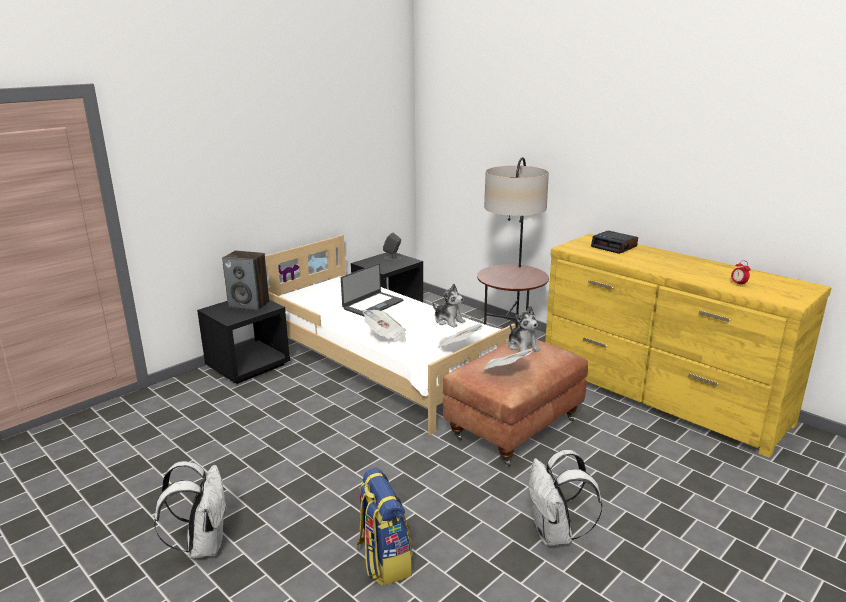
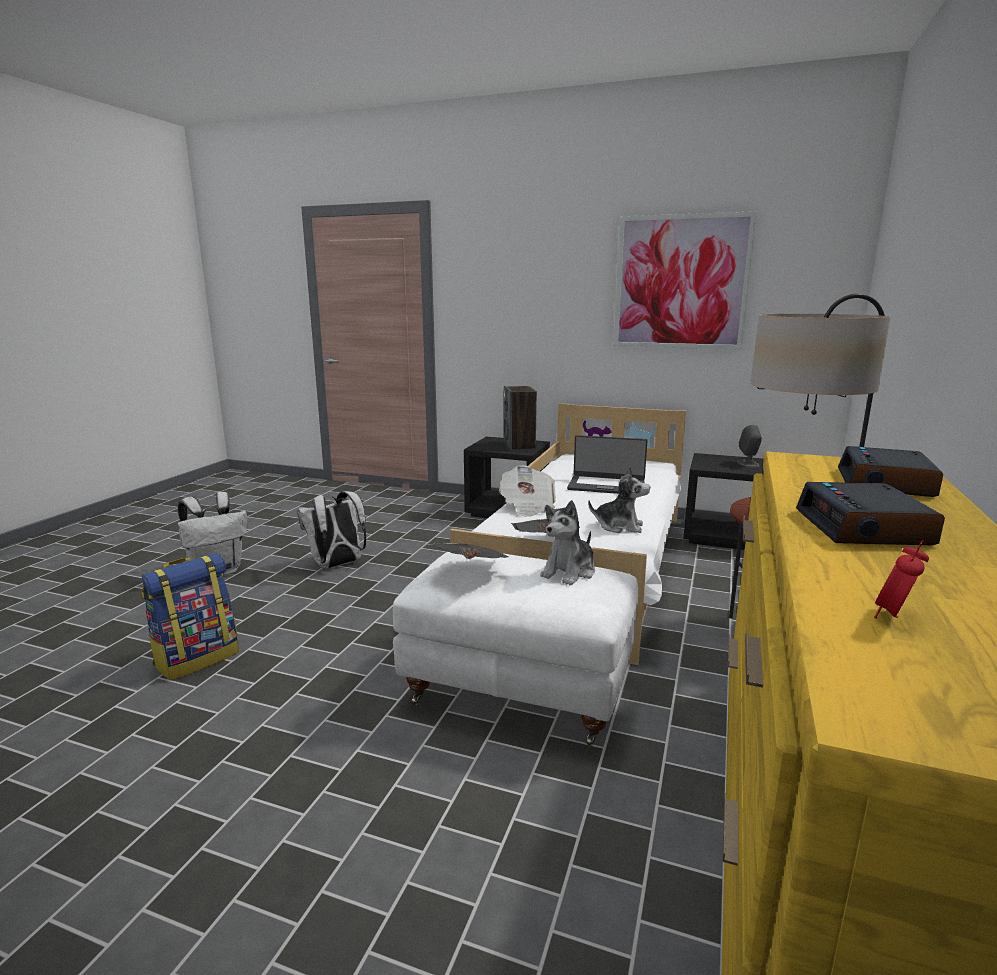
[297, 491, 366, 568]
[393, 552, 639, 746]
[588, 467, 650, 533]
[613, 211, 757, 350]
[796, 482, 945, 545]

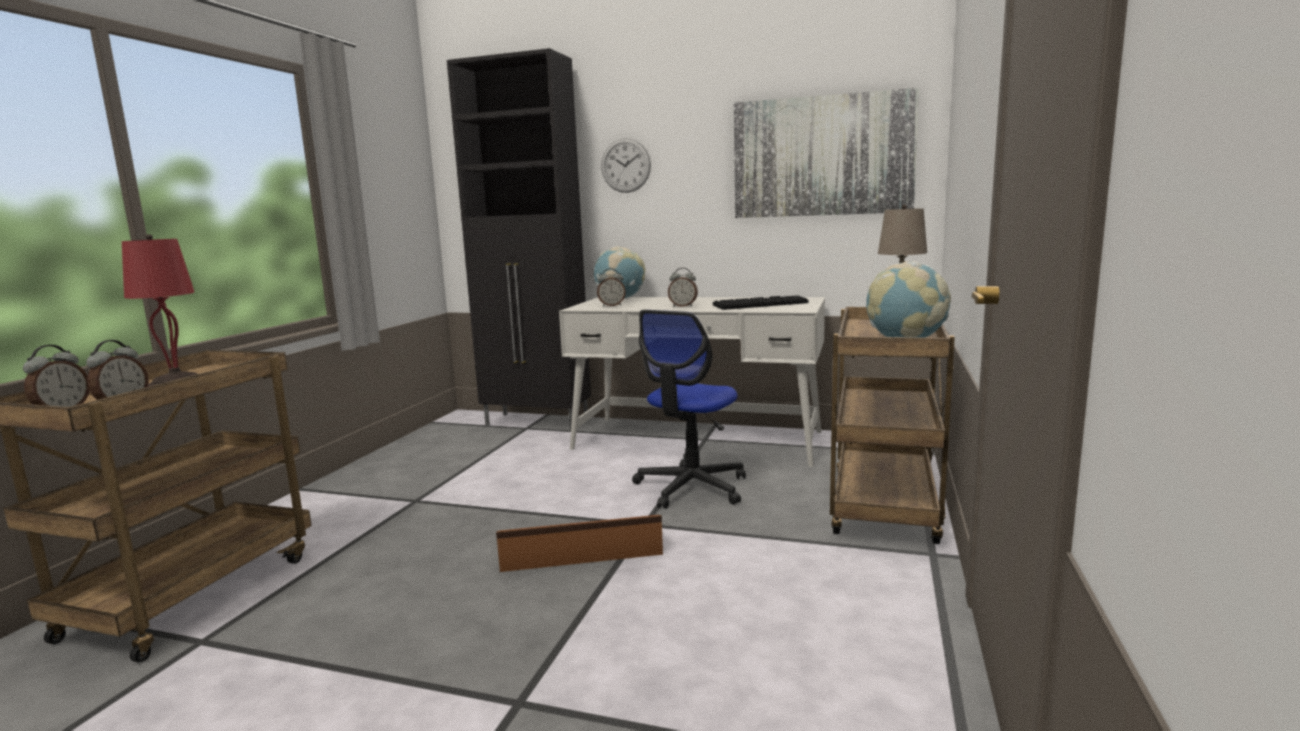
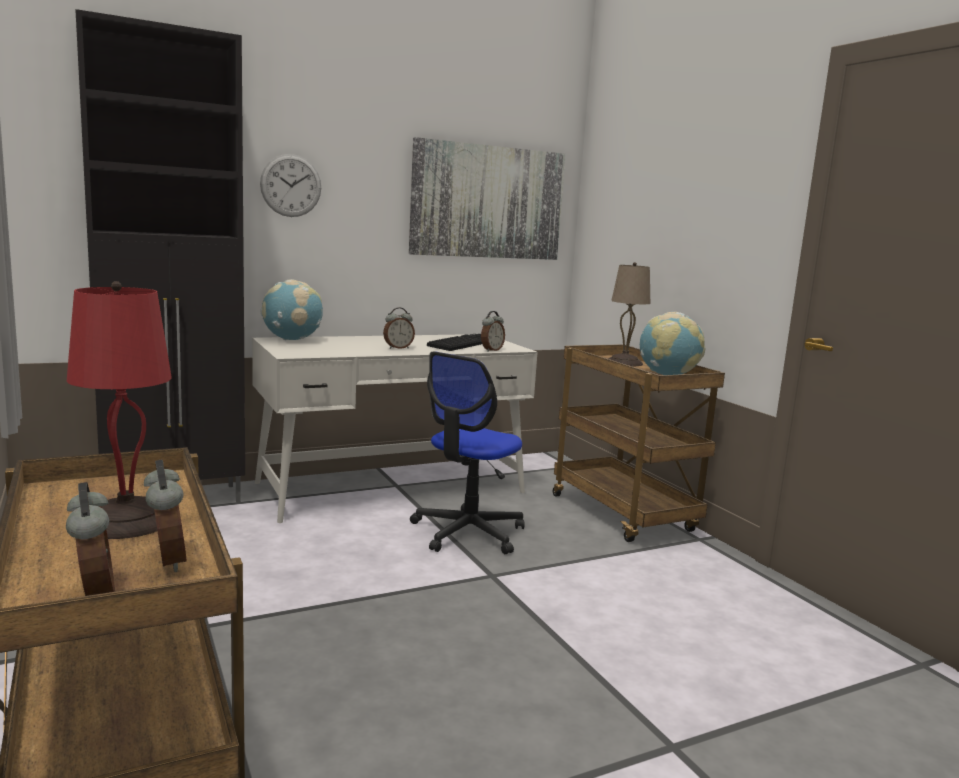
[410, 351, 525, 554]
[481, 311, 505, 352]
[496, 515, 663, 572] (first image)

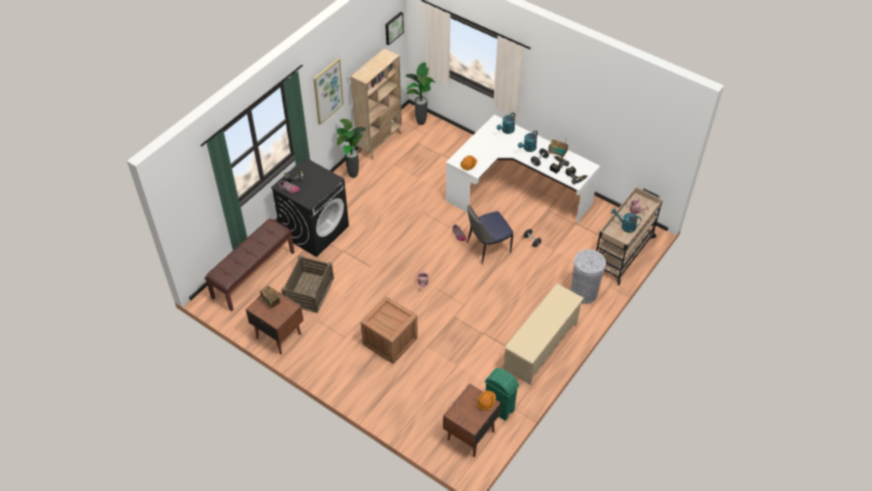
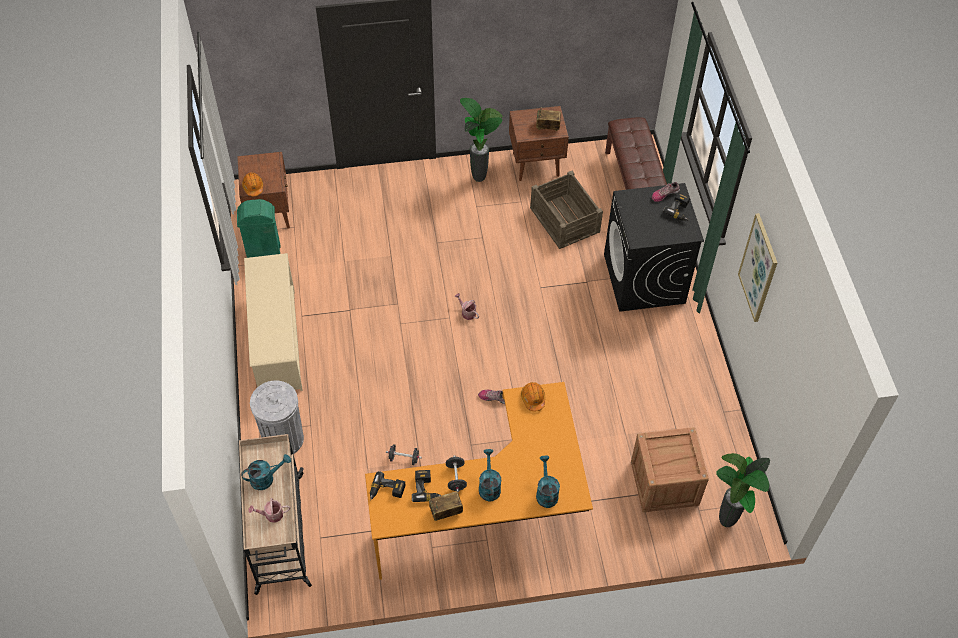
[365, 382, 593, 580]
[460, 98, 503, 182]
[631, 427, 709, 512]
[350, 48, 402, 160] (first image)
[385, 12, 404, 45] (first image)
[467, 204, 513, 264] (first image)

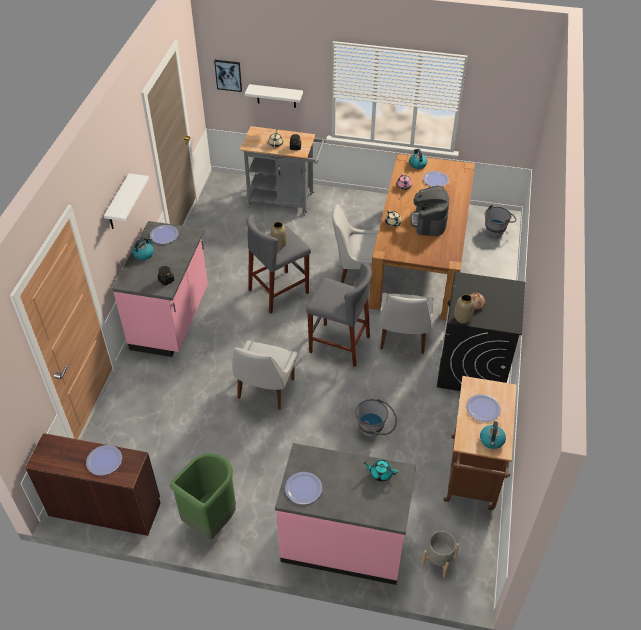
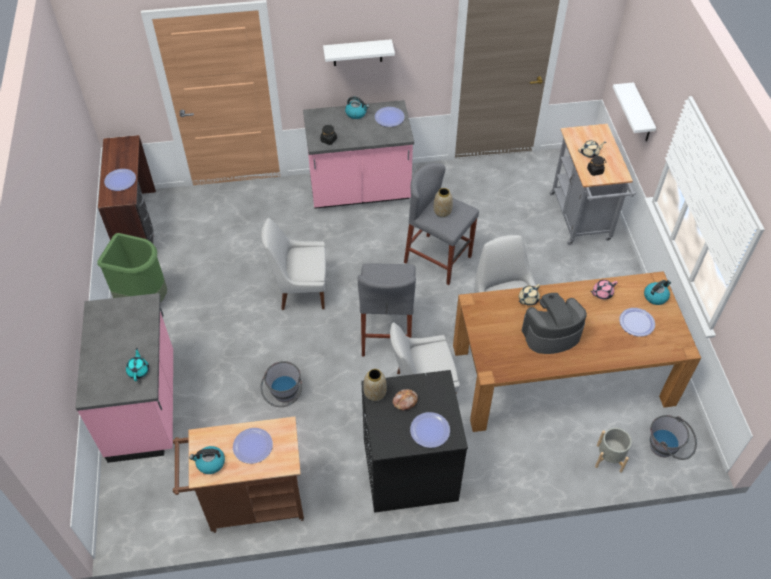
[410, 412, 450, 448]
[595, 428, 632, 473]
[214, 60, 242, 92] (first image)

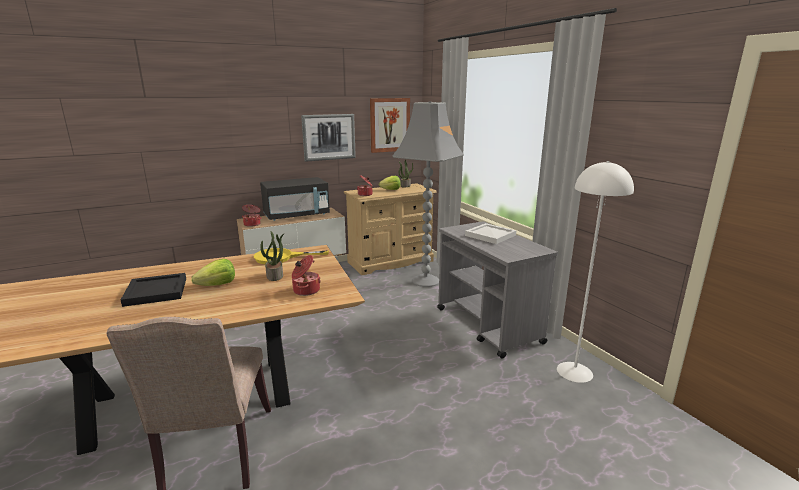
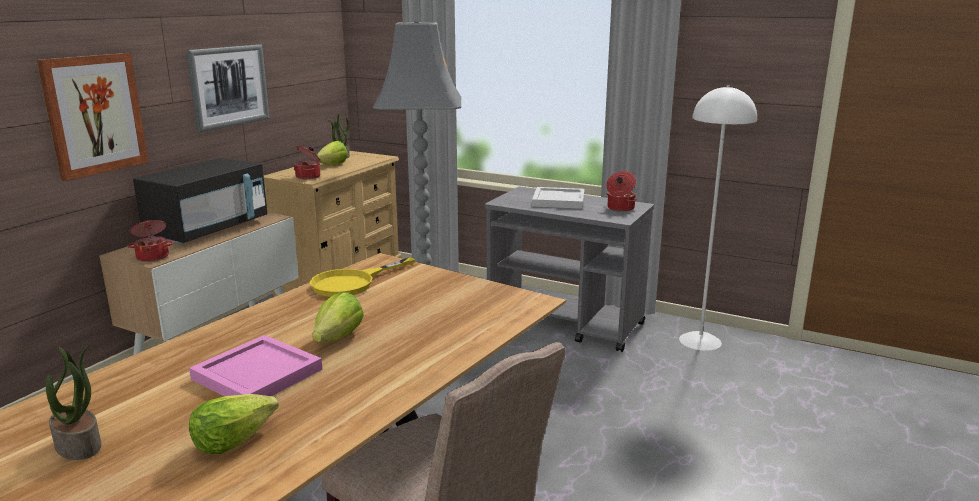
[37, 53, 148, 181]
[46, 344, 101, 460]
[189, 335, 322, 397]
[189, 394, 279, 454]
[606, 171, 637, 212]

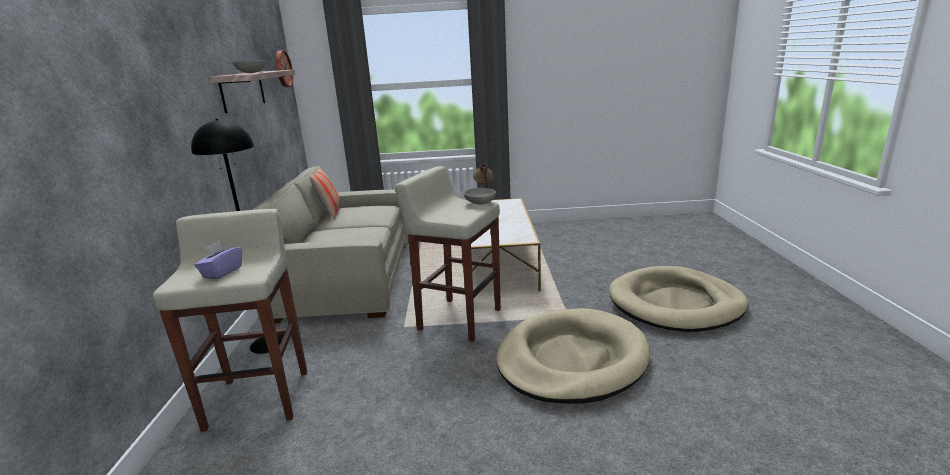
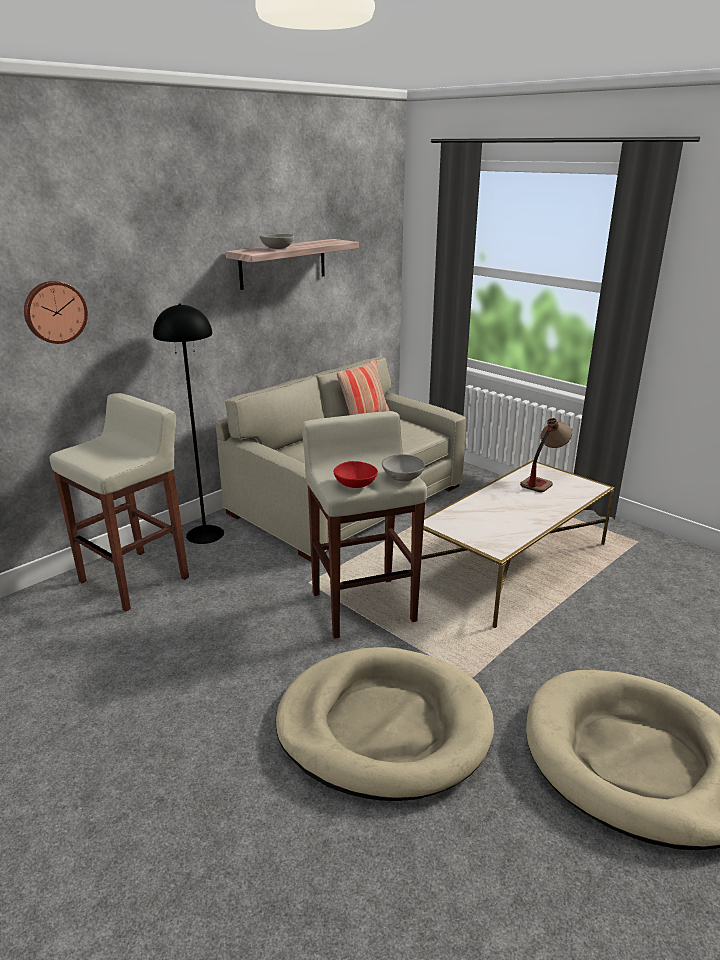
[24, 281, 88, 344]
[334, 461, 378, 488]
[194, 241, 242, 279] (first image)

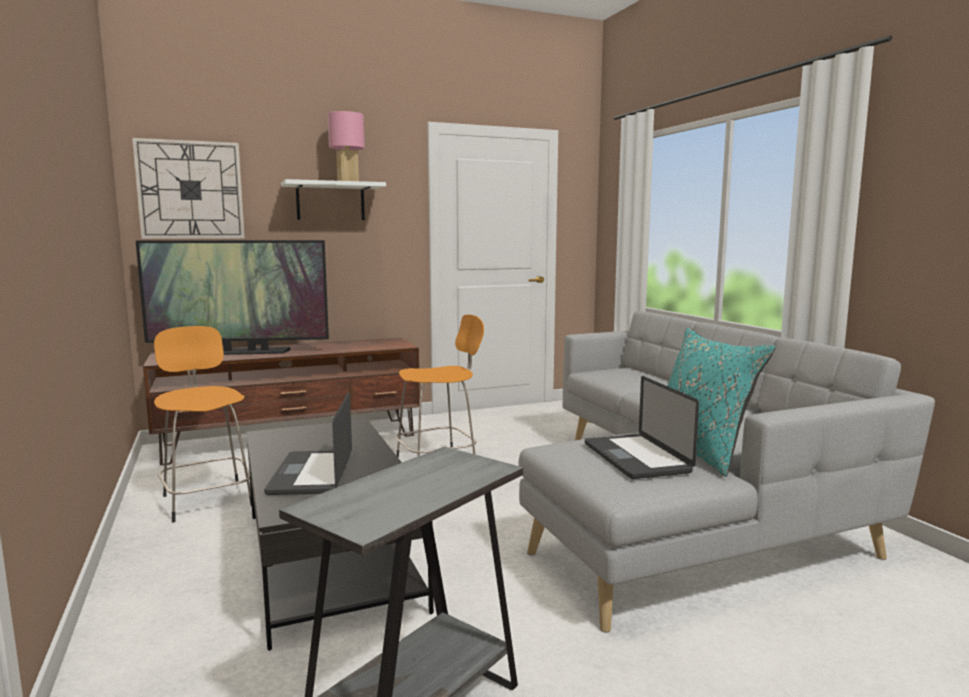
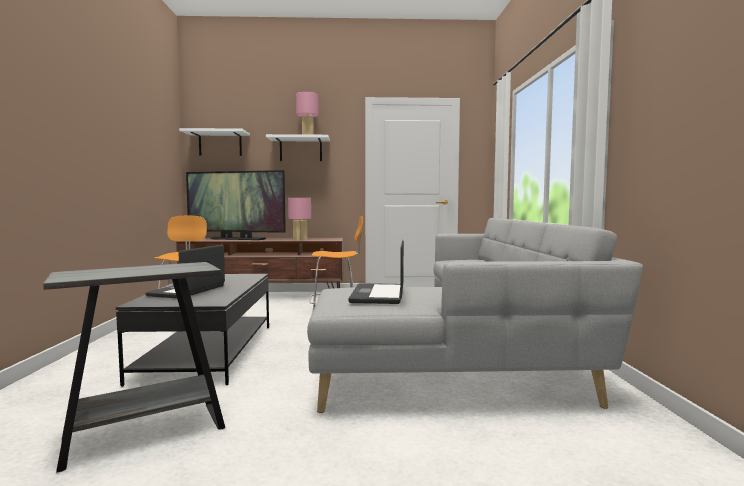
[179, 128, 250, 156]
[288, 198, 311, 241]
[667, 328, 776, 477] (first image)

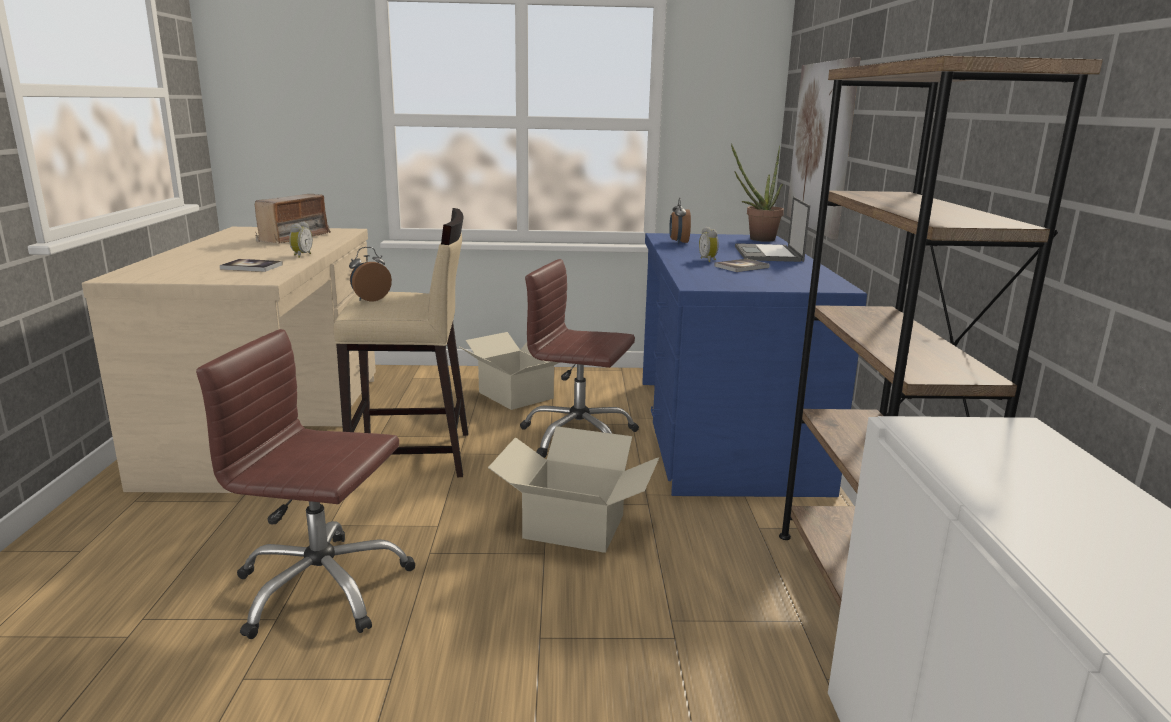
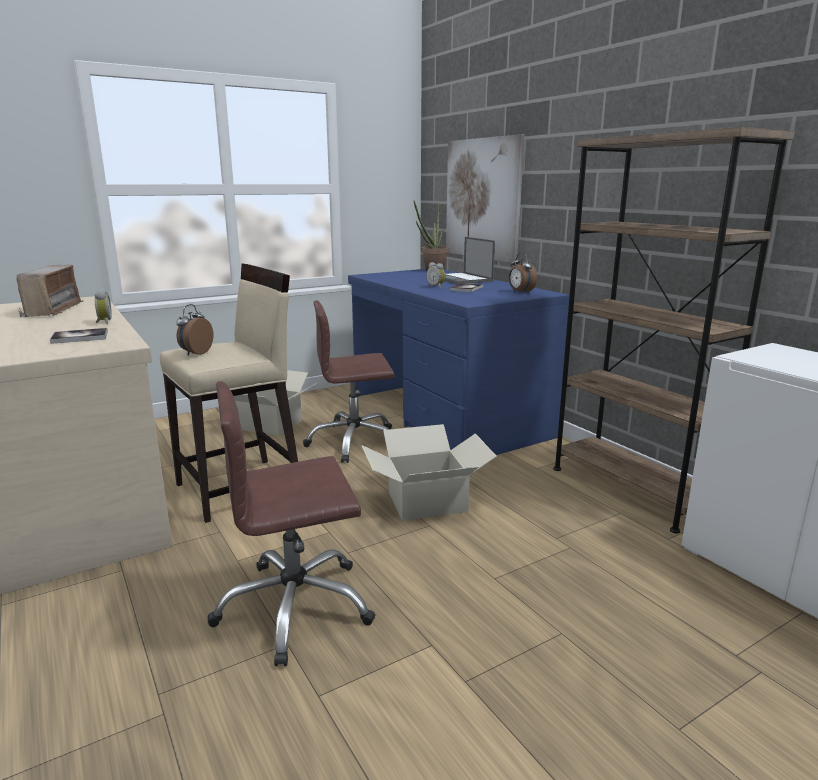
[509, 252, 537, 293]

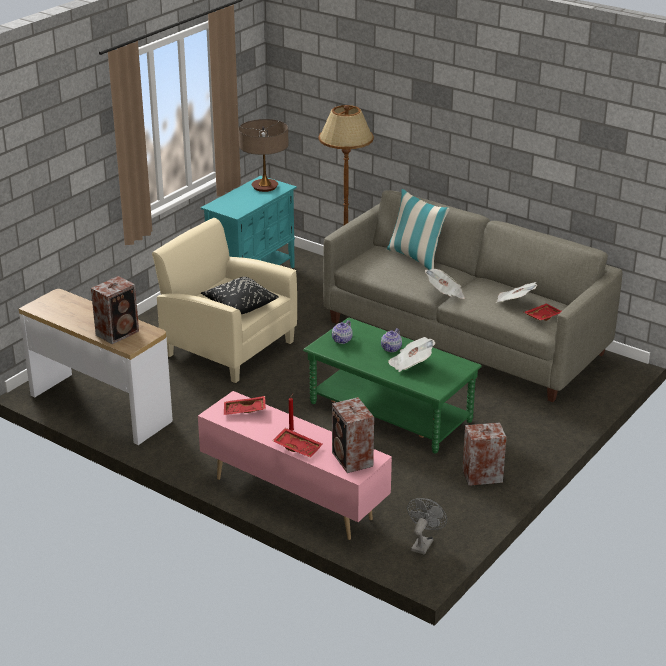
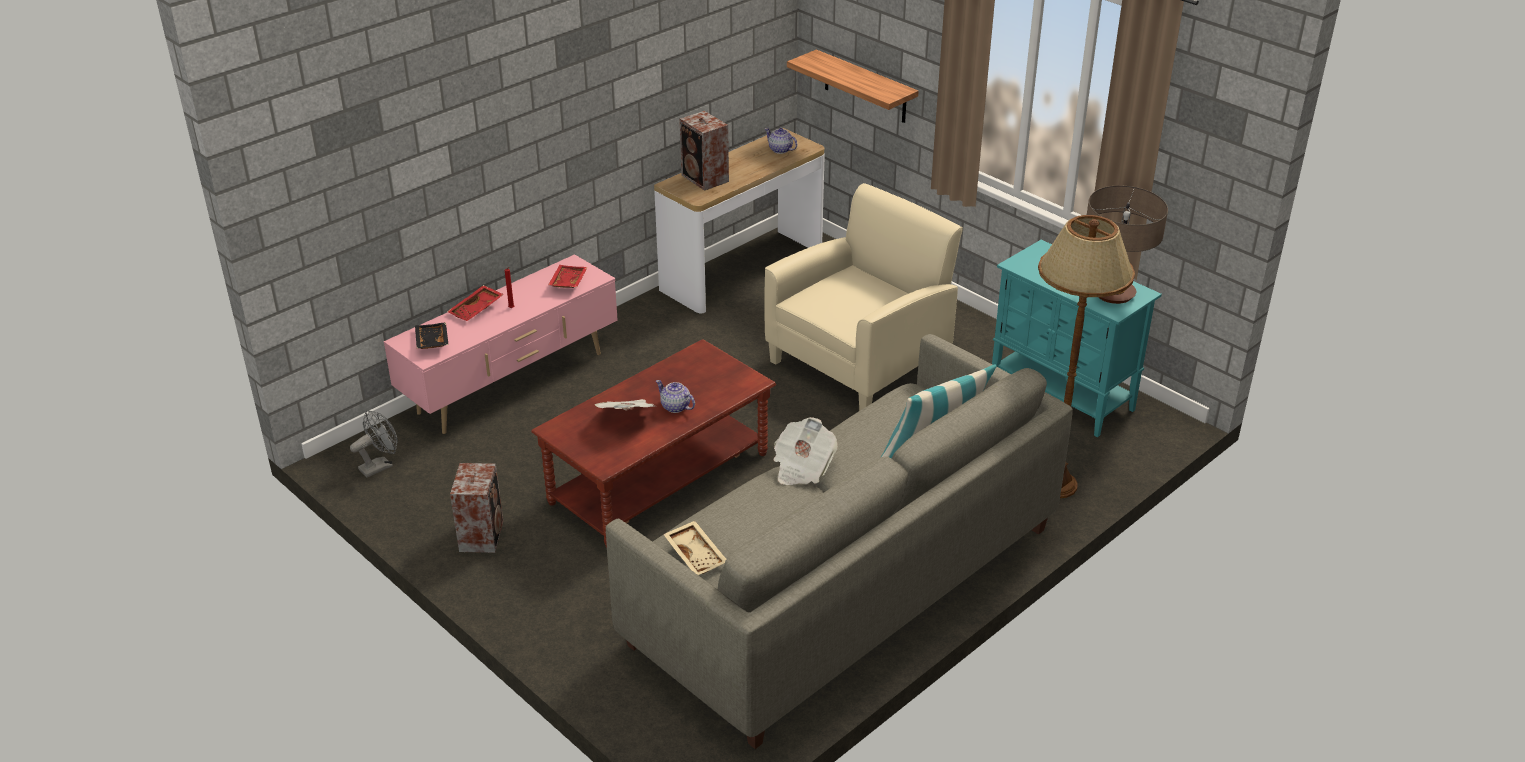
[350, 410, 398, 478]
[415, 323, 449, 349]
[531, 339, 776, 548]
[663, 521, 726, 575]
[764, 128, 797, 154]
[787, 50, 919, 123]
[201, 276, 279, 314] (first image)
[496, 282, 537, 303] (first image)

